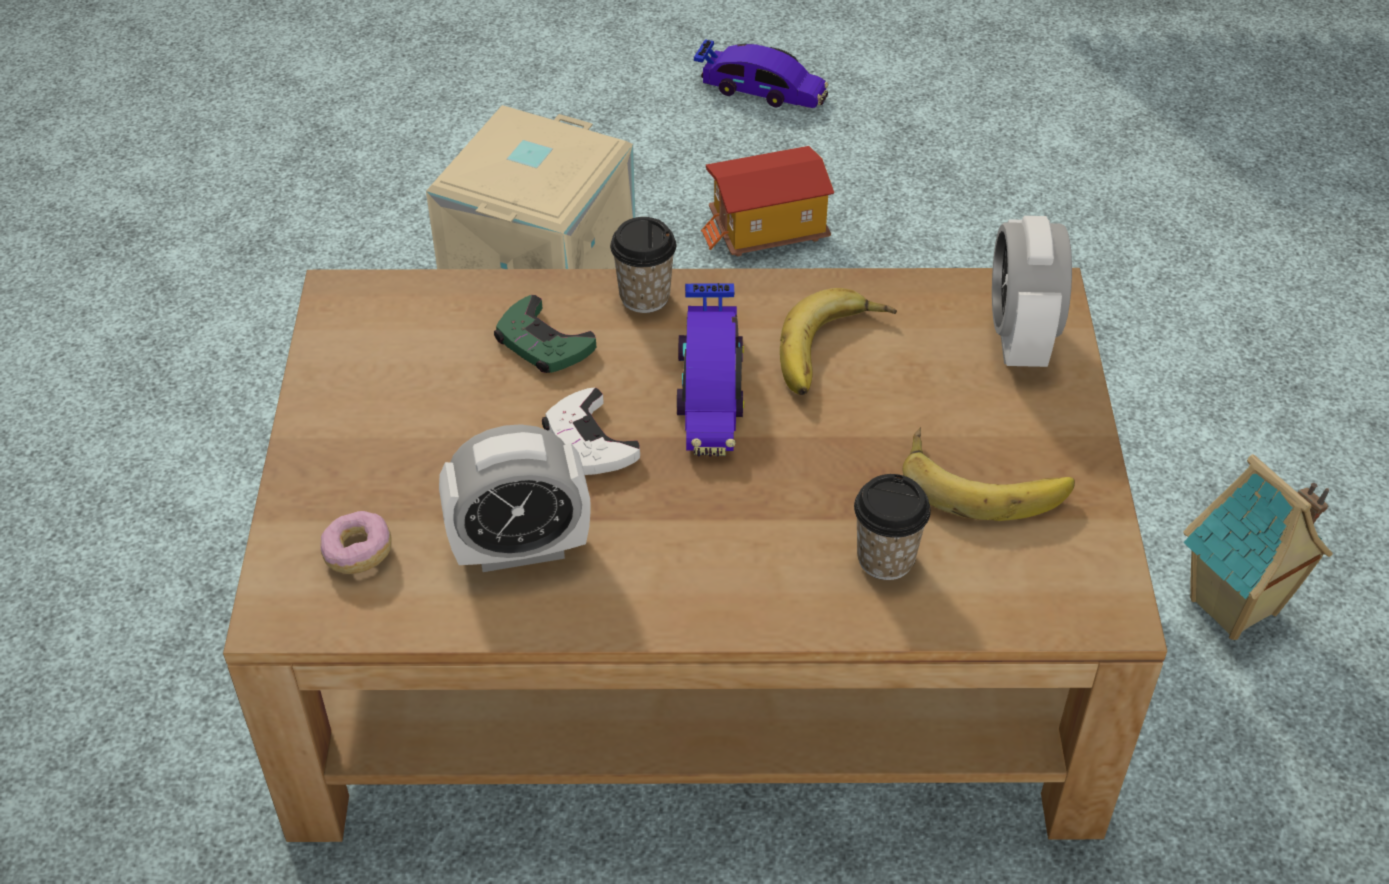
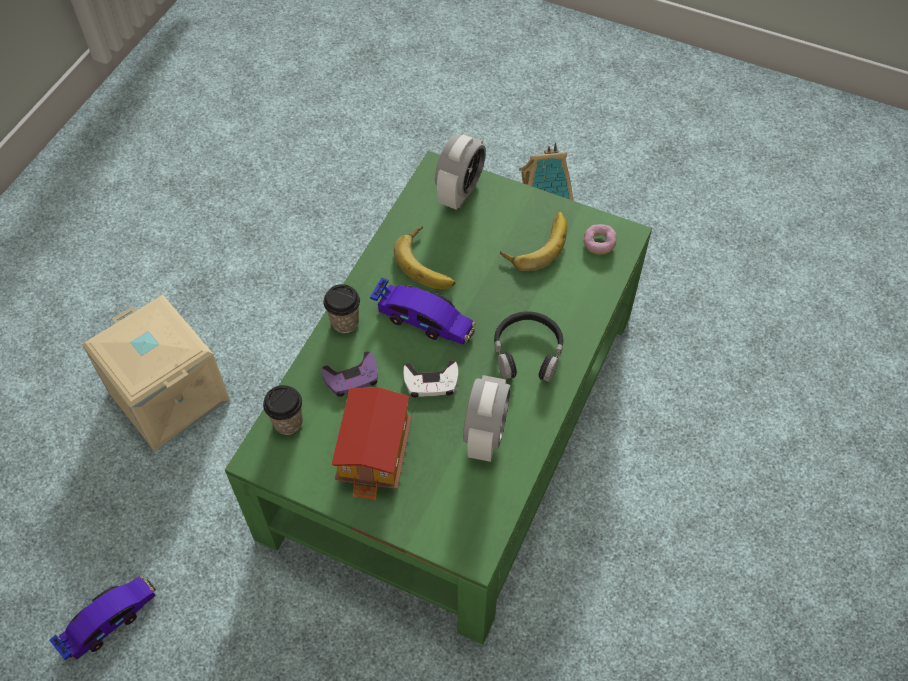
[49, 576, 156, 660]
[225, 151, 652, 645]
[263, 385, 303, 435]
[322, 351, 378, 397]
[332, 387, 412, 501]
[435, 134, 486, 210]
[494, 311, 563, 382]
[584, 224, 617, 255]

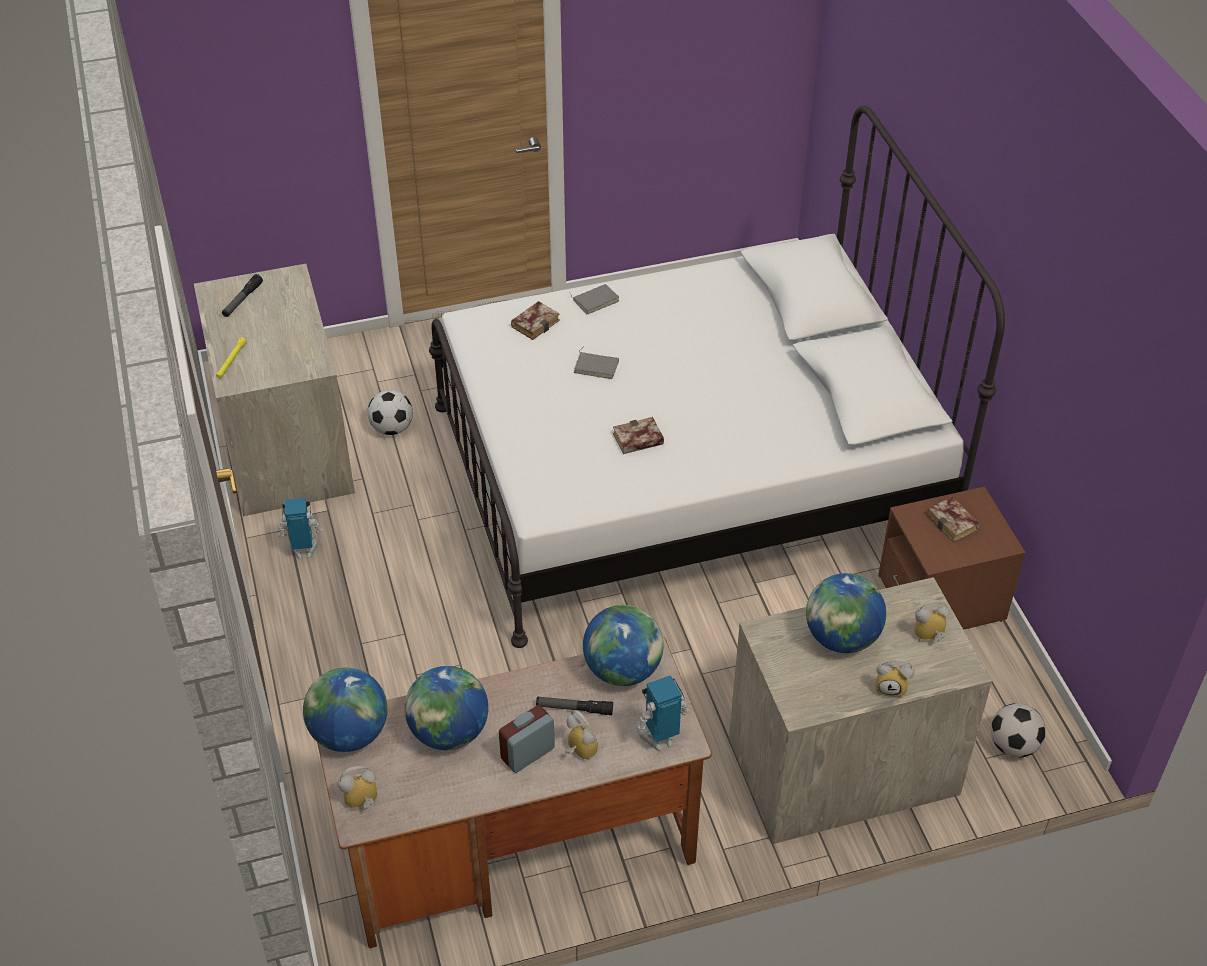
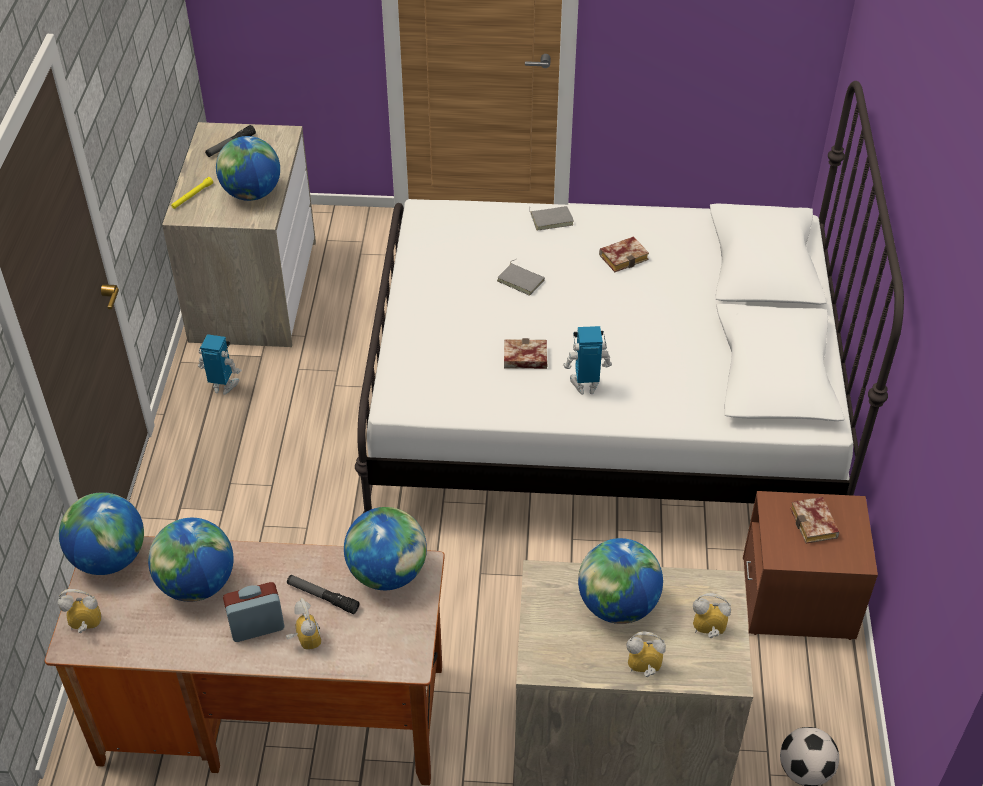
[216, 136, 280, 201]
[563, 326, 612, 395]
[599, 236, 649, 272]
[626, 631, 666, 677]
[367, 390, 413, 435] (first image)

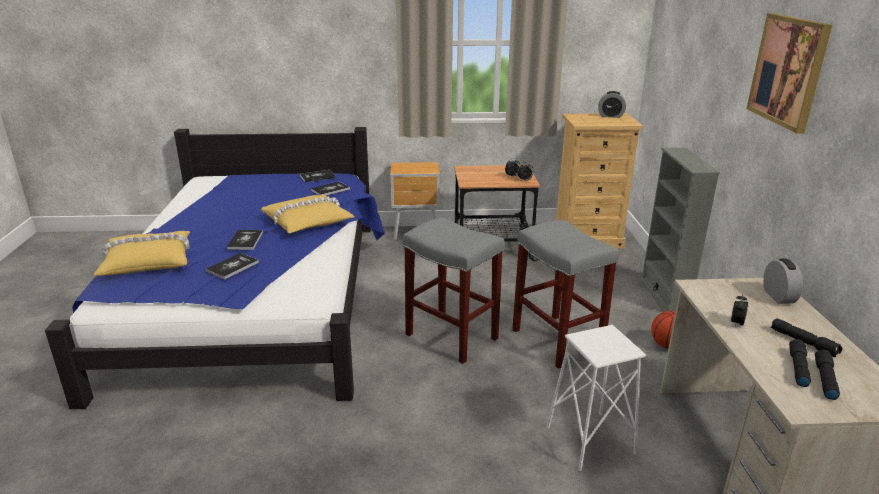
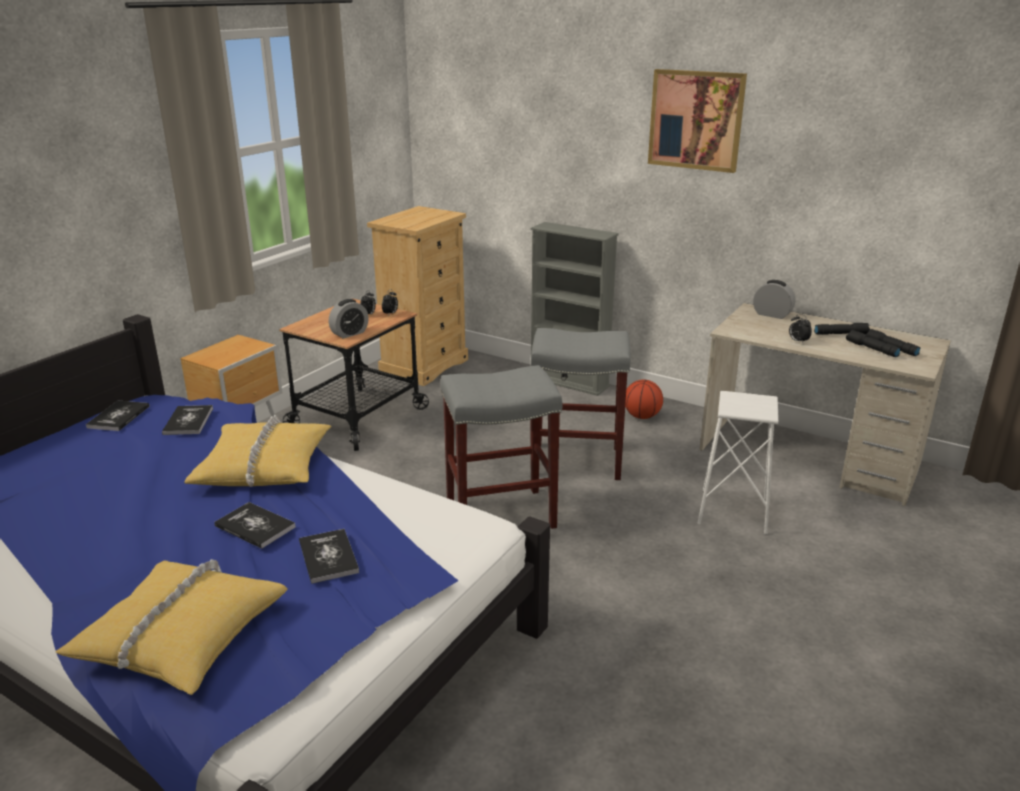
[329, 299, 369, 339]

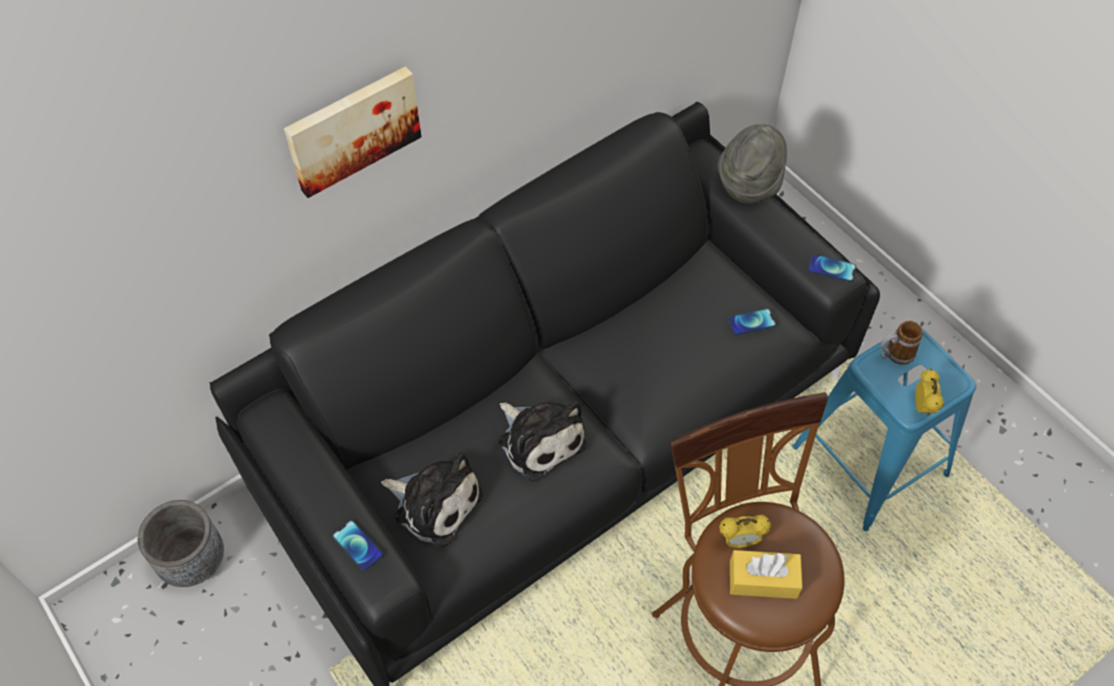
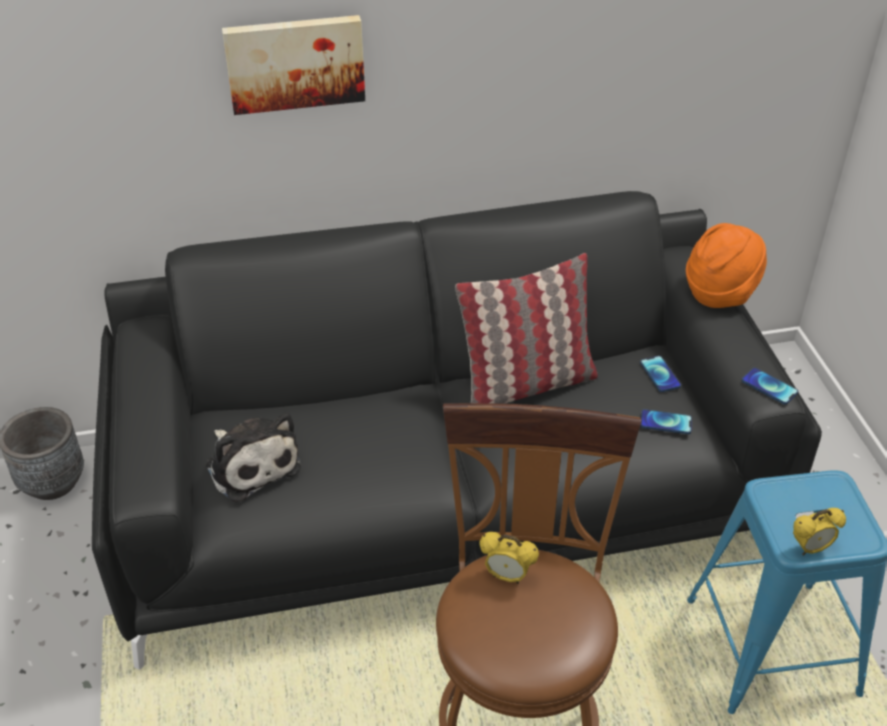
[455, 253, 598, 404]
[640, 356, 681, 392]
[686, 223, 767, 308]
[793, 508, 846, 555]
[499, 401, 587, 482] (first image)
[730, 550, 803, 599] (first image)
[880, 321, 923, 365] (first image)

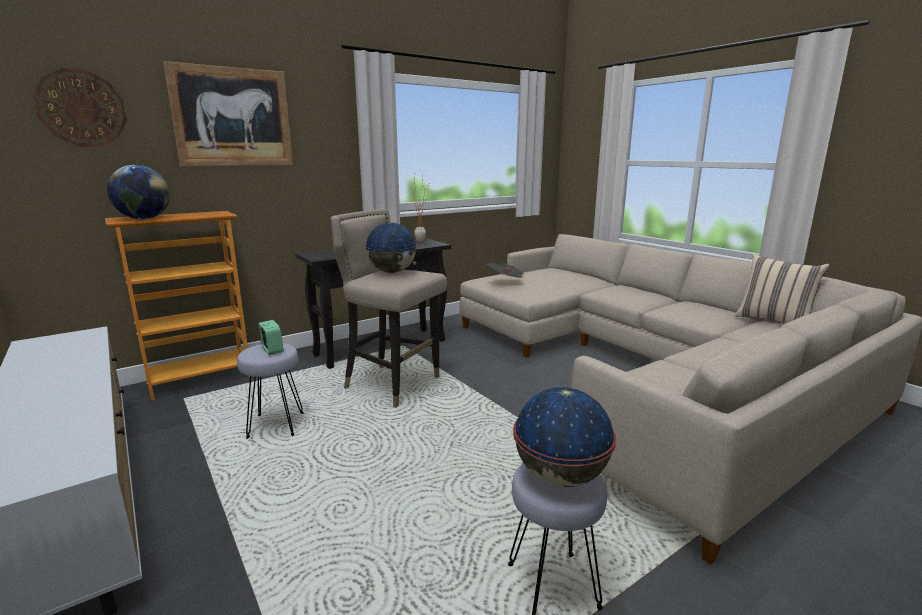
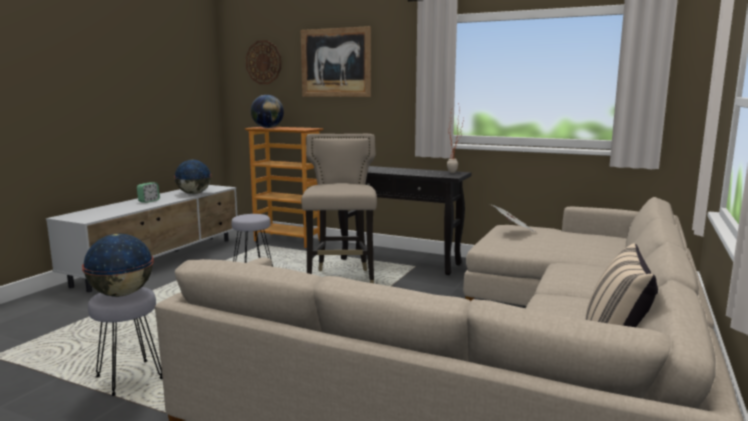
[137, 182, 160, 203]
[174, 160, 212, 194]

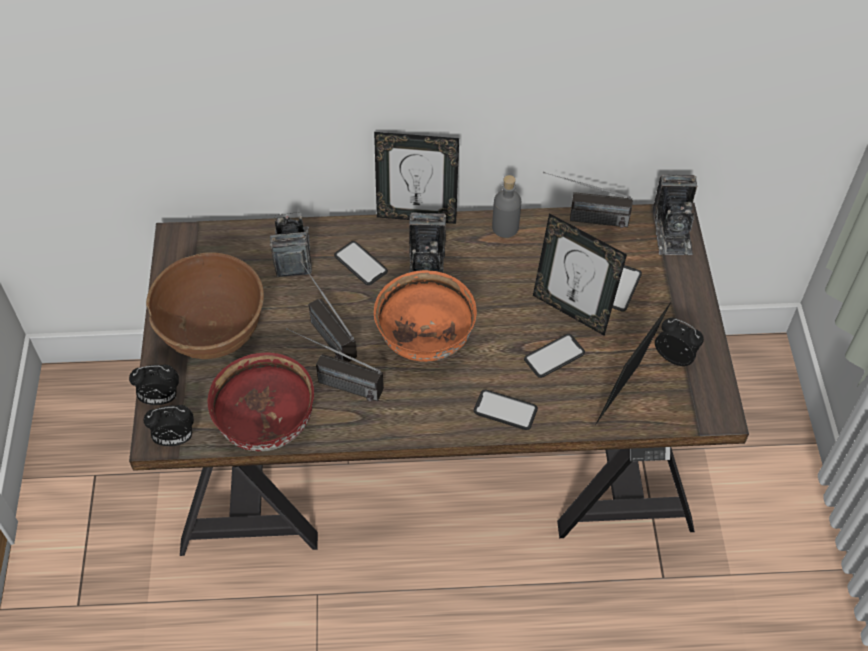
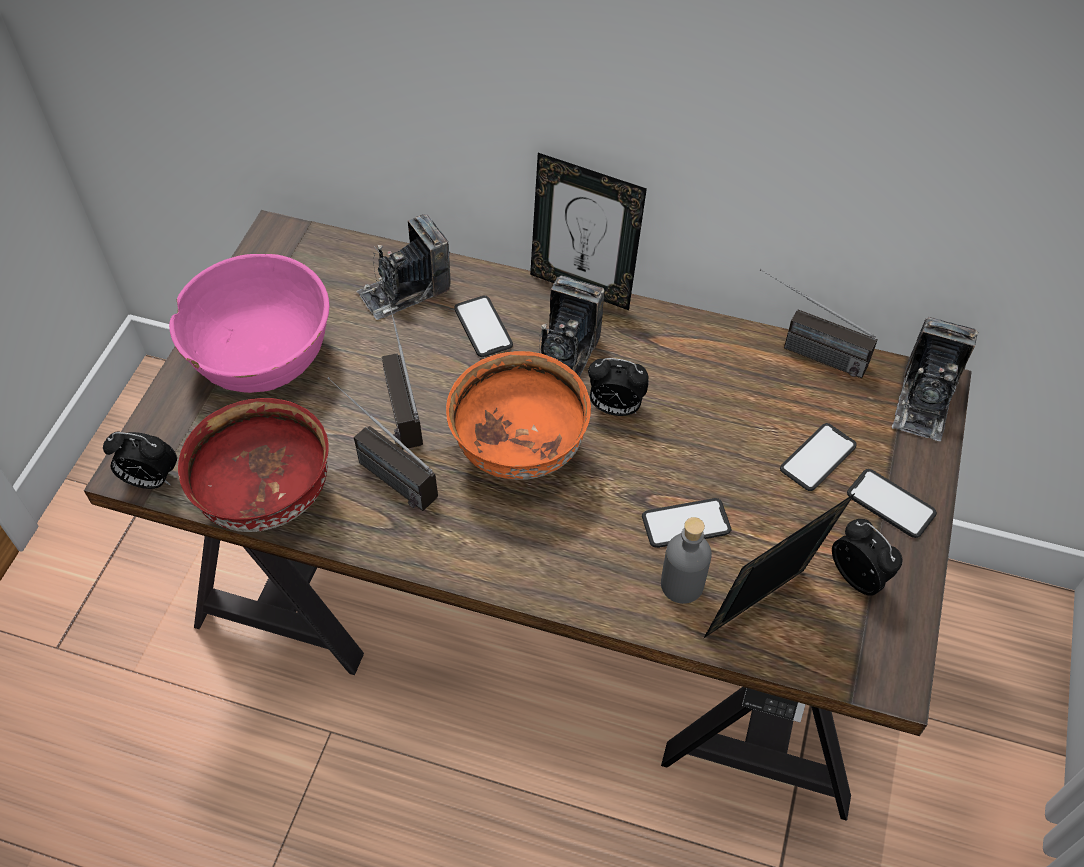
[169, 254, 329, 393]
[356, 214, 450, 320]
[588, 358, 649, 416]
[661, 517, 712, 604]
[847, 469, 937, 538]
[533, 213, 627, 336] (first image)

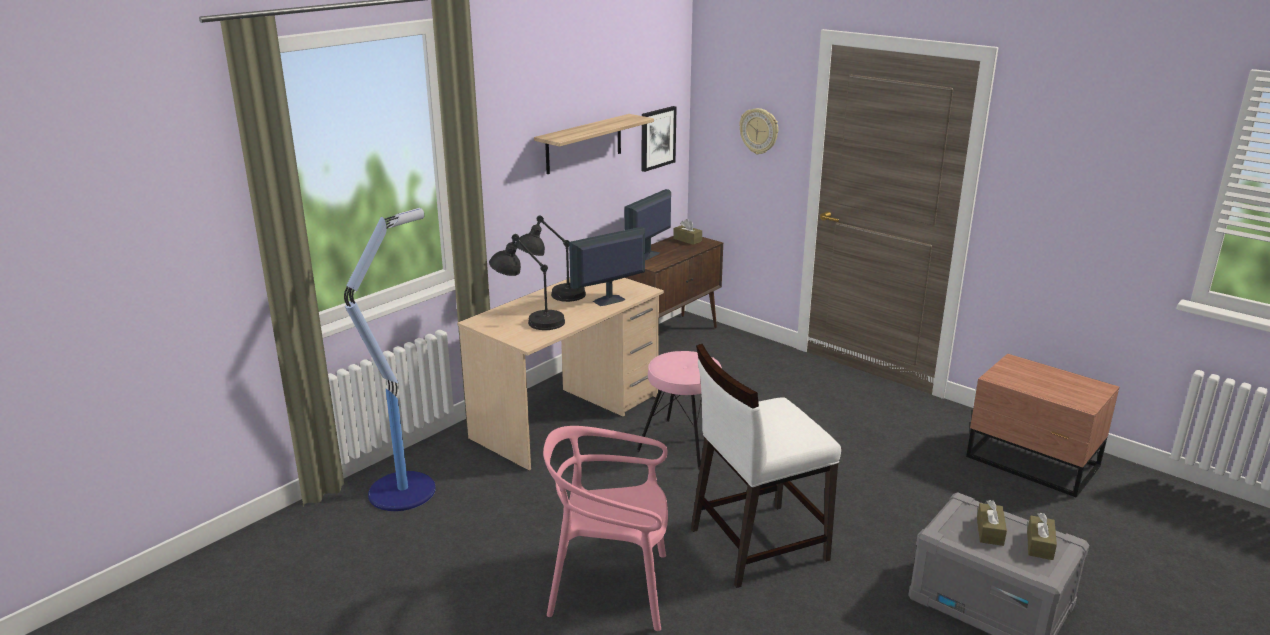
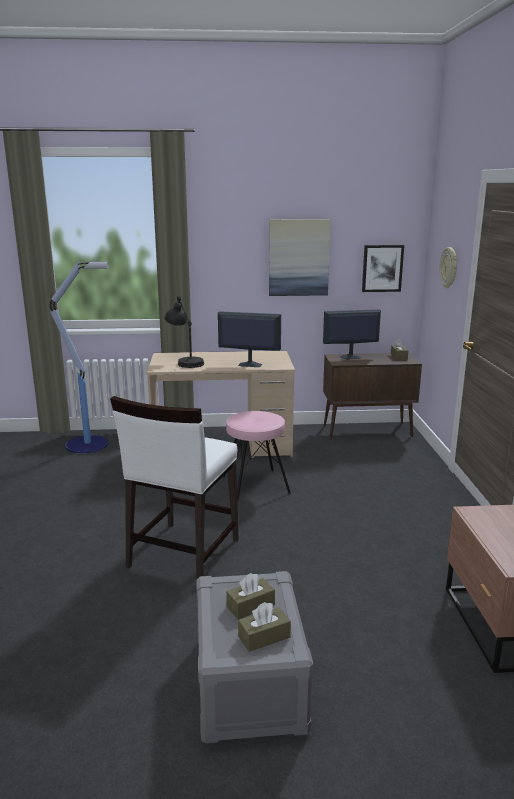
[110, 396, 239, 579]
[269, 219, 331, 296]
[515, 216, 586, 302] (first image)
[543, 426, 668, 631] (first image)

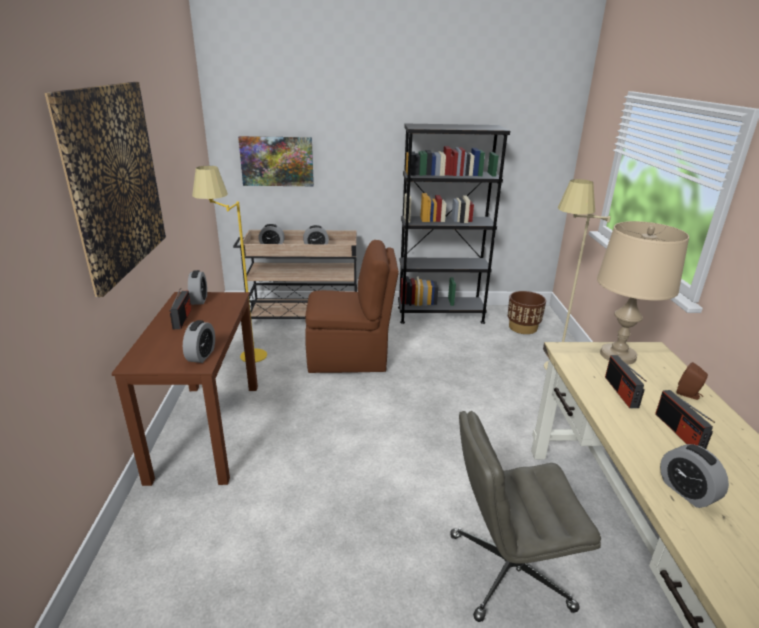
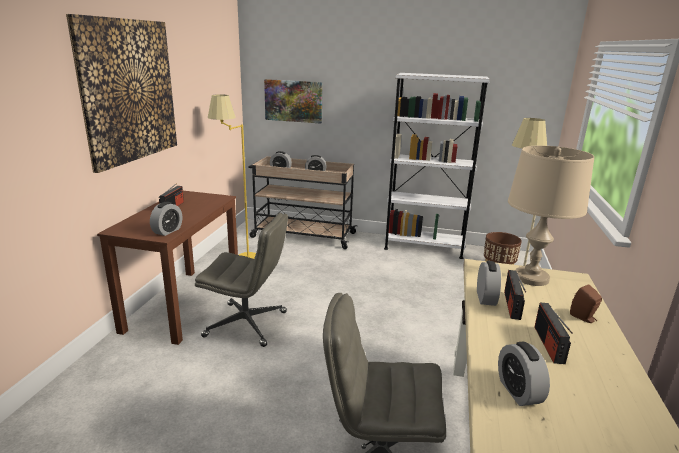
[195, 213, 288, 347]
[384, 73, 490, 259]
[477, 261, 501, 306]
[305, 240, 399, 373] (first image)

